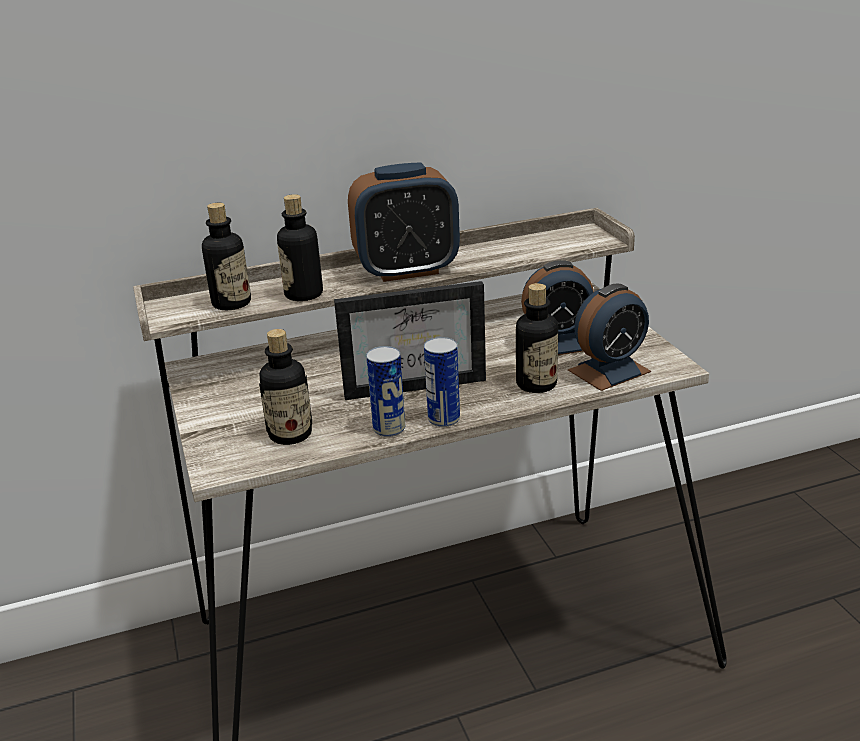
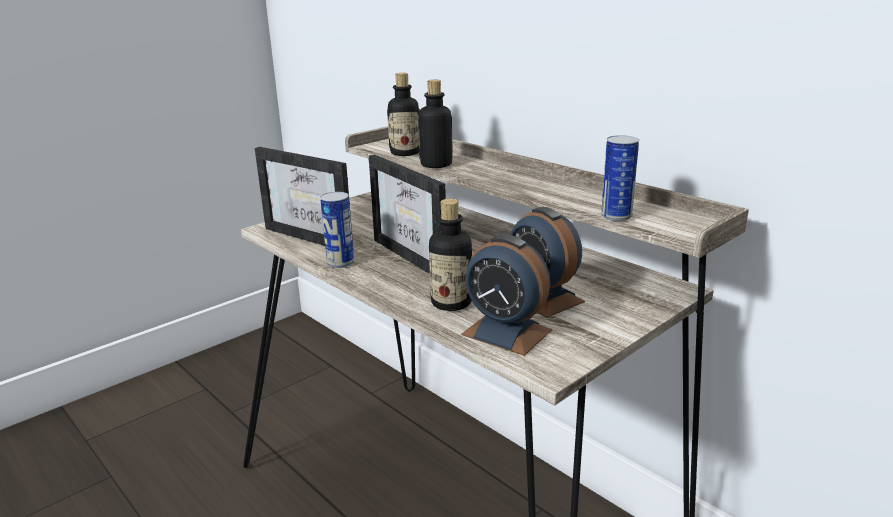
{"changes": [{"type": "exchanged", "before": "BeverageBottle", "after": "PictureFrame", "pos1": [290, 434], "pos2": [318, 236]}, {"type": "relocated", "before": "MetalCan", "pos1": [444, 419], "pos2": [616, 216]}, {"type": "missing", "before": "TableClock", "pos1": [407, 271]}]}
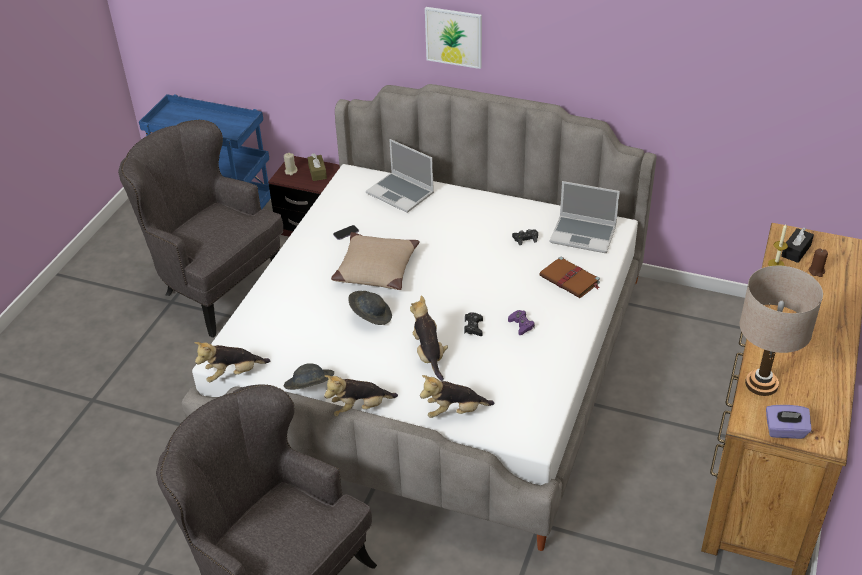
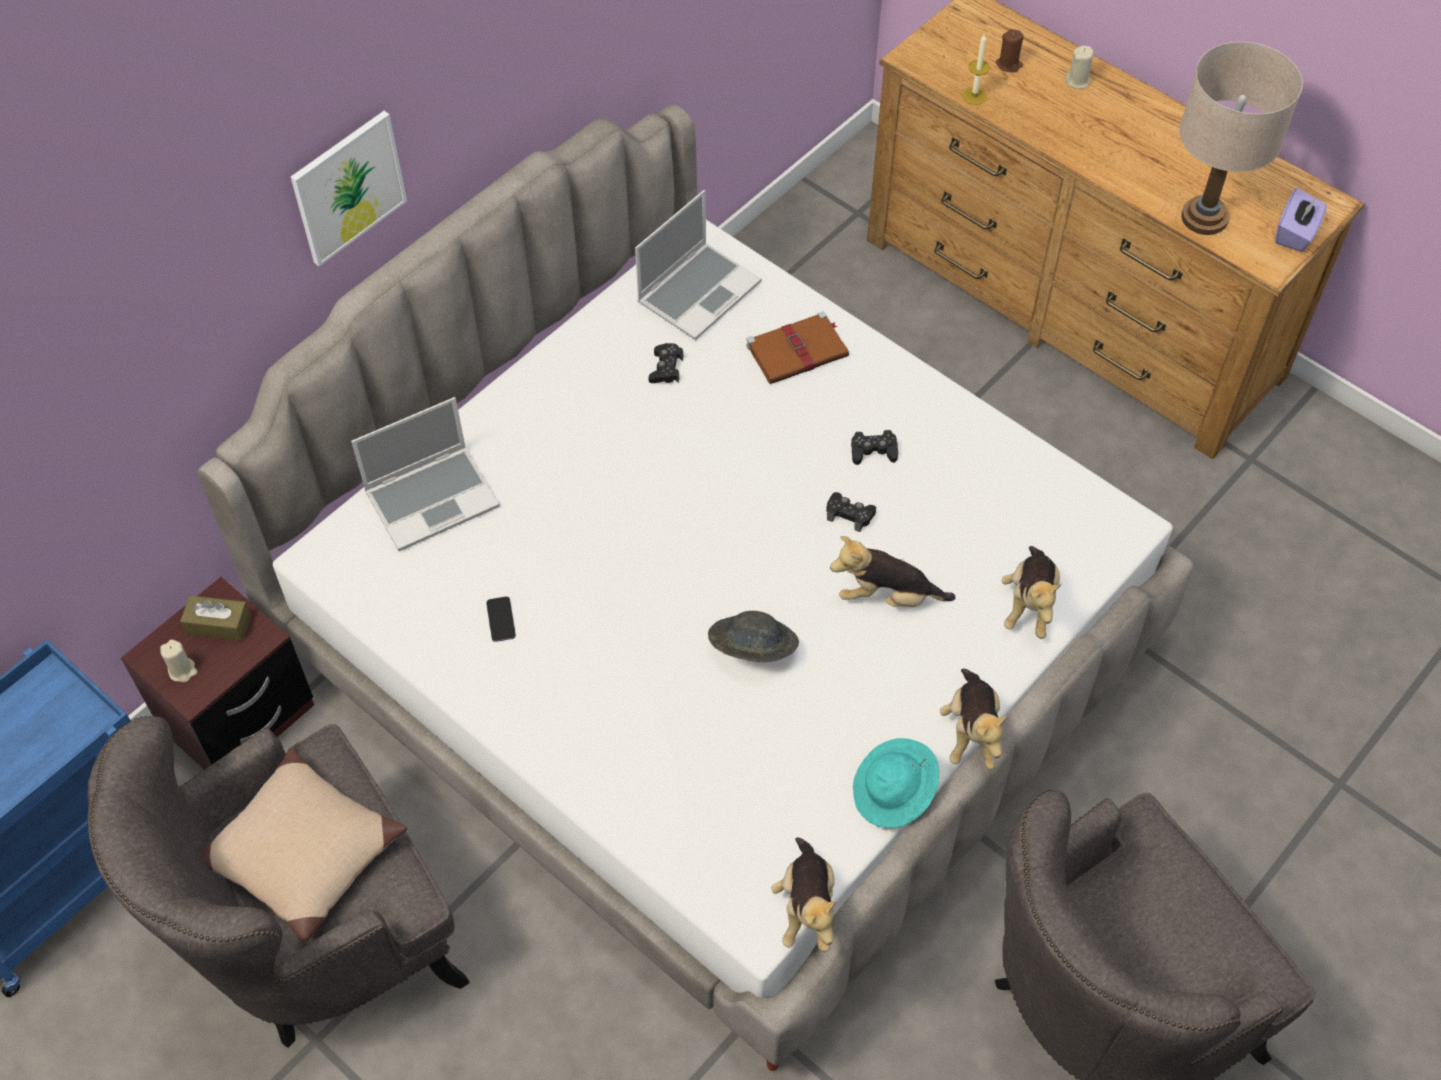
{"changes": [{"type": "relocated", "before": "BeigeColouredThrowPillow", "pos1": [375, 269], "pos2": [302, 853]}, {"type": "colour", "before": "PurpleJoypad", "after": "BlackJoypad", "pos1": [521, 325], "pos2": [873, 451]}, {"type": "colour", "before": "GreyClothingHat", "after": "BlueGreenClothingHat", "pos1": [309, 388], "pos2": [893, 793]}, {"type": "appeared", "after": "BeigeColouredWaxLight", "pos2": [1078, 81]}, {"type": "missing", "before": "BlackBoxOfTissues", "pos1": [796, 251]}]}
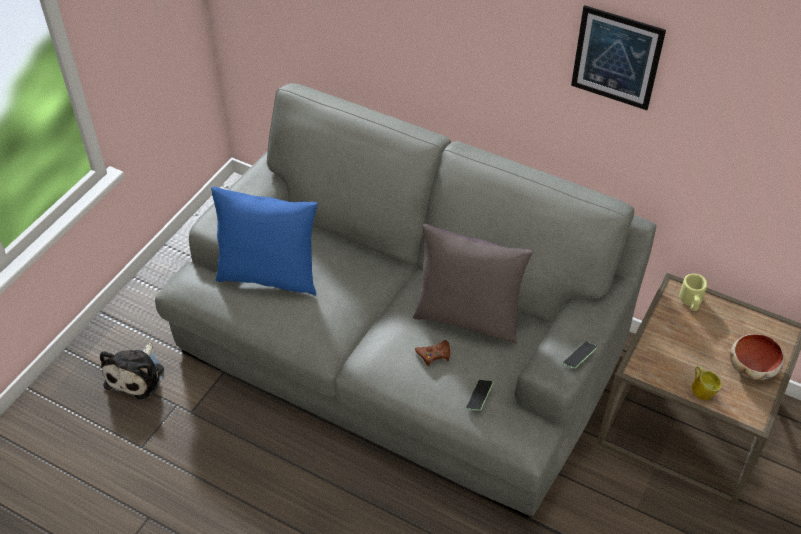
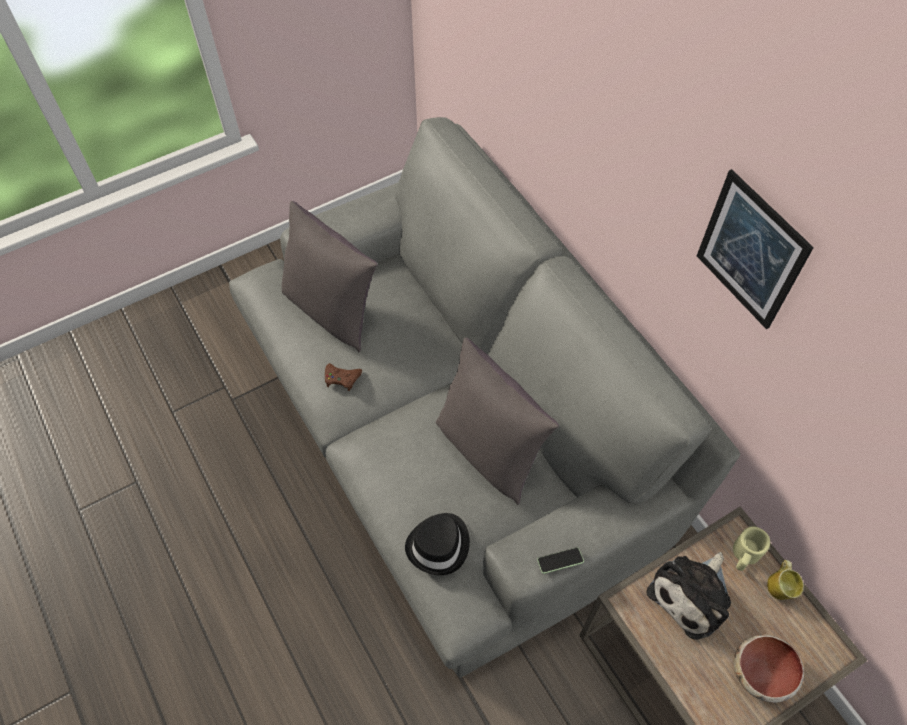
{"changes": [{"type": "colour", "before": "BlueThrowPillow", "after": "GreyThrowPillow", "pos1": [269, 276], "pos2": [332, 310]}, {"type": "relocated", "before": "BrownColouredJoypad", "pos1": [434, 354], "pos2": [342, 378]}, {"type": "exchanged", "before": "Handset", "after": "BlackClothingHat", "pos1": [479, 398], "pos2": [439, 545]}, {"type": "relocated", "before": "PlushToy", "pos1": [137, 375], "pos2": [692, 594]}, {"type": "relocated", "before": "CoffeeMug", "pos1": [702, 390], "pos2": [780, 586]}]}
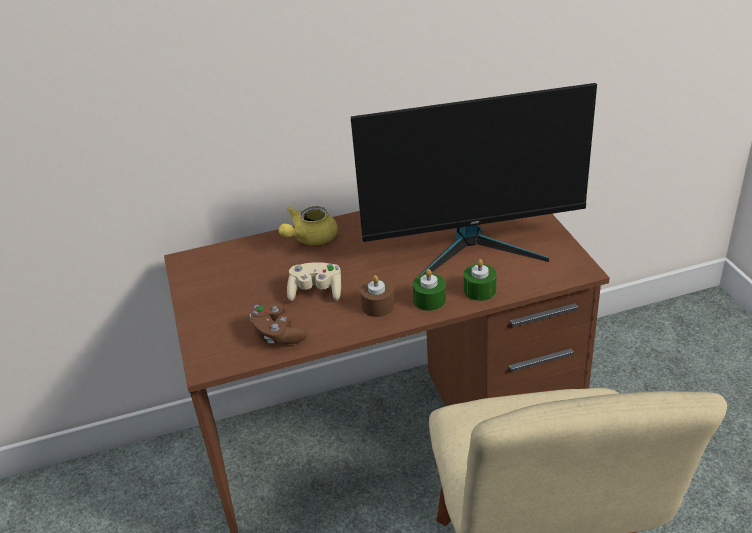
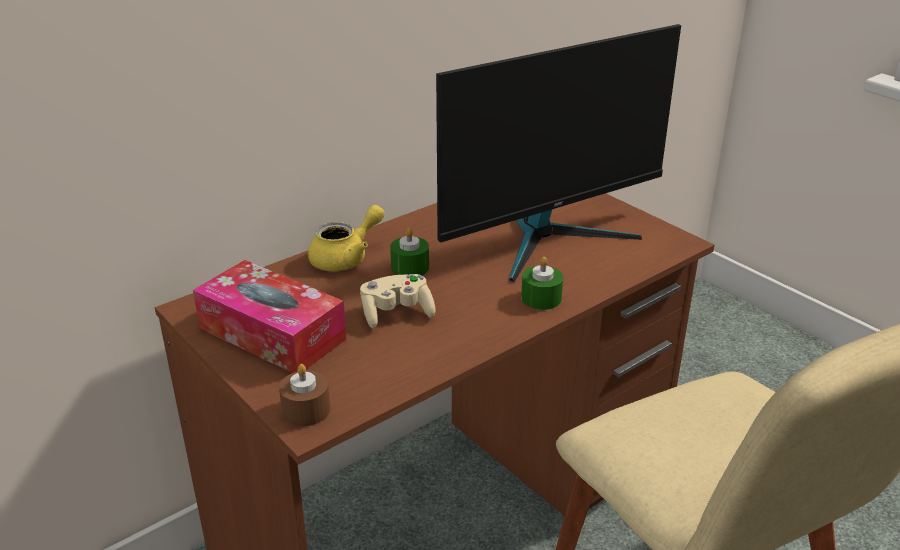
{"changes": [{"type": "appeared", "after": "BoxOfTissues", "pos2": [272, 333]}, {"type": "relocated", "before": "BrownColouredWaxLight", "pos1": [378, 306], "pos2": [306, 410]}, {"type": "spun", "before": "YellowColouredTeapot", "pos1": [310, 238], "pos2": [346, 258], "turn": -150}, {"type": "relocated", "before": "GreenishWaxLight", "pos1": [479, 290], "pos2": [410, 267]}, {"type": "missing", "before": "BrownColouredJoypad", "pos1": [277, 334]}]}
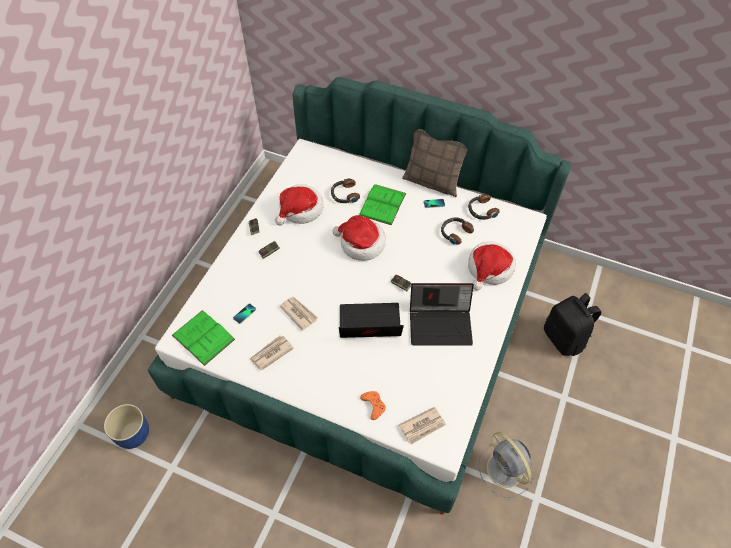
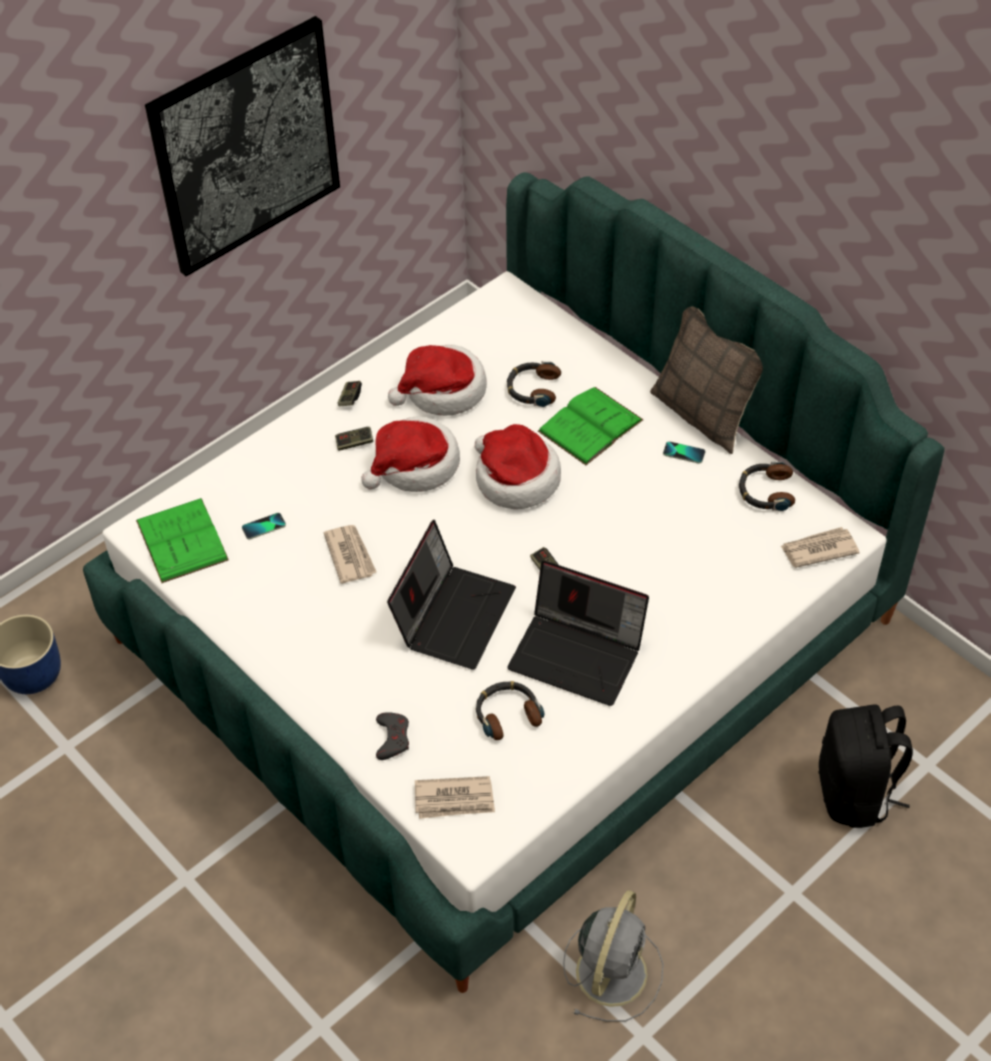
{"changes": [{"type": "appeared", "after": "WallArt", "pos2": [246, 146]}, {"type": "relocated", "before": "ClothingHat", "pos1": [489, 269], "pos2": [415, 466]}, {"type": "colour", "before": "OrangeyJoypad", "after": "GreyJoypad", "pos1": [373, 405], "pos2": [392, 738]}, {"type": "spun", "before": "PortableComputer", "pos1": [369, 326], "pos2": [454, 614], "turn": 90}, {"type": "relocated", "before": "PairOfHeadphones", "pos1": [455, 232], "pos2": [507, 713]}, {"type": "spun", "before": "GreyElectricFan", "pos1": [506, 470], "pos2": [612, 970], "turn": -150}, {"type": "relocated", "before": "DailyPaper", "pos1": [271, 353], "pos2": [818, 549]}]}
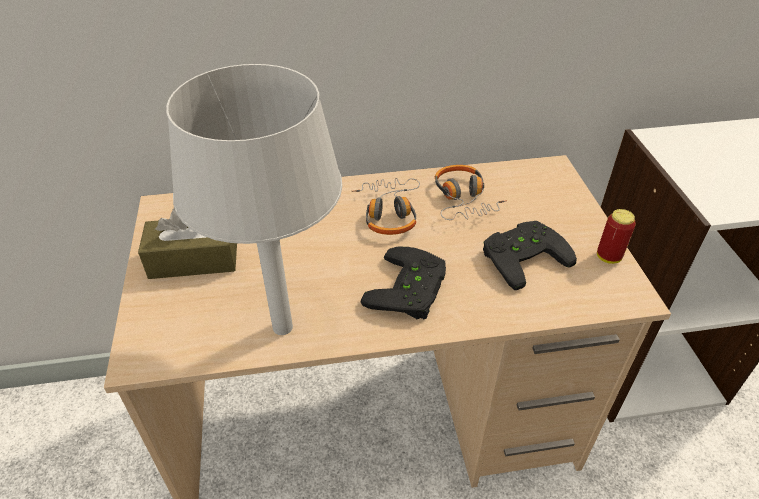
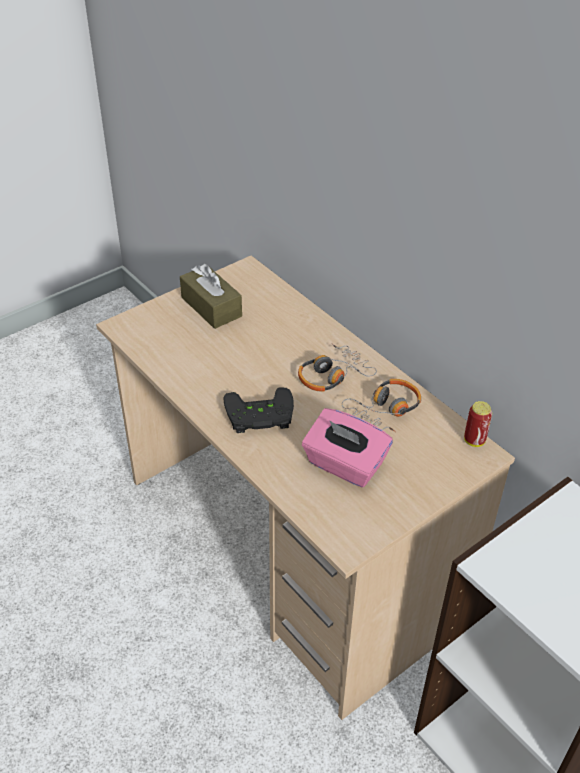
{"changes": [{"type": "exchanged", "before": "BlackJoypad", "after": "PinkBoxOfTissues", "pos1": [522, 255], "pos2": [344, 465]}, {"type": "relocated", "before": "MetalCan", "pos1": [608, 257], "pos2": [474, 441]}, {"type": "missing", "before": "GreyTableLamp", "pos1": [282, 328]}]}
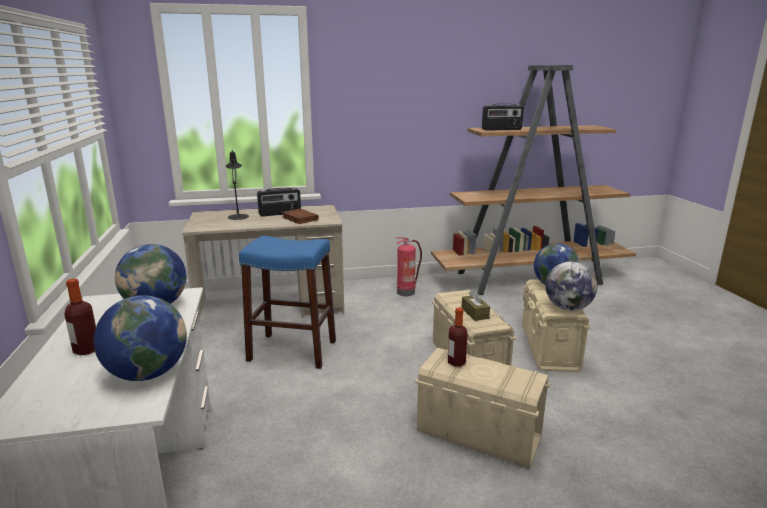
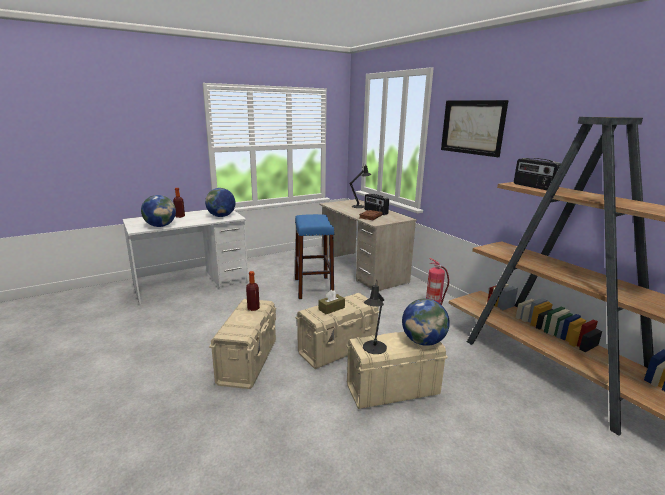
{"changes": [{"type": "exchanged", "before": "WorldGlobe", "after": "BlackTableLamp", "pos1": [568, 308], "pos2": [373, 349]}, {"type": "appeared", "after": "WallArt", "pos2": [472, 127]}]}
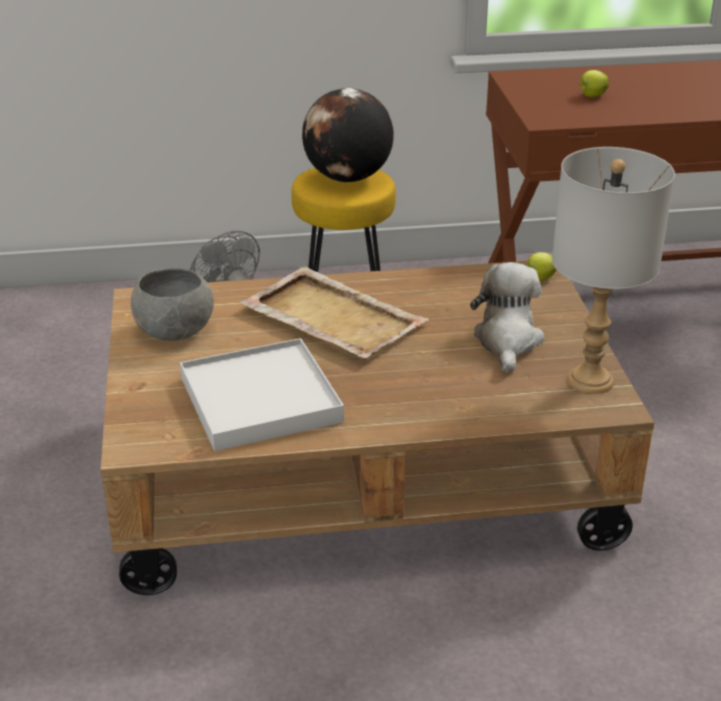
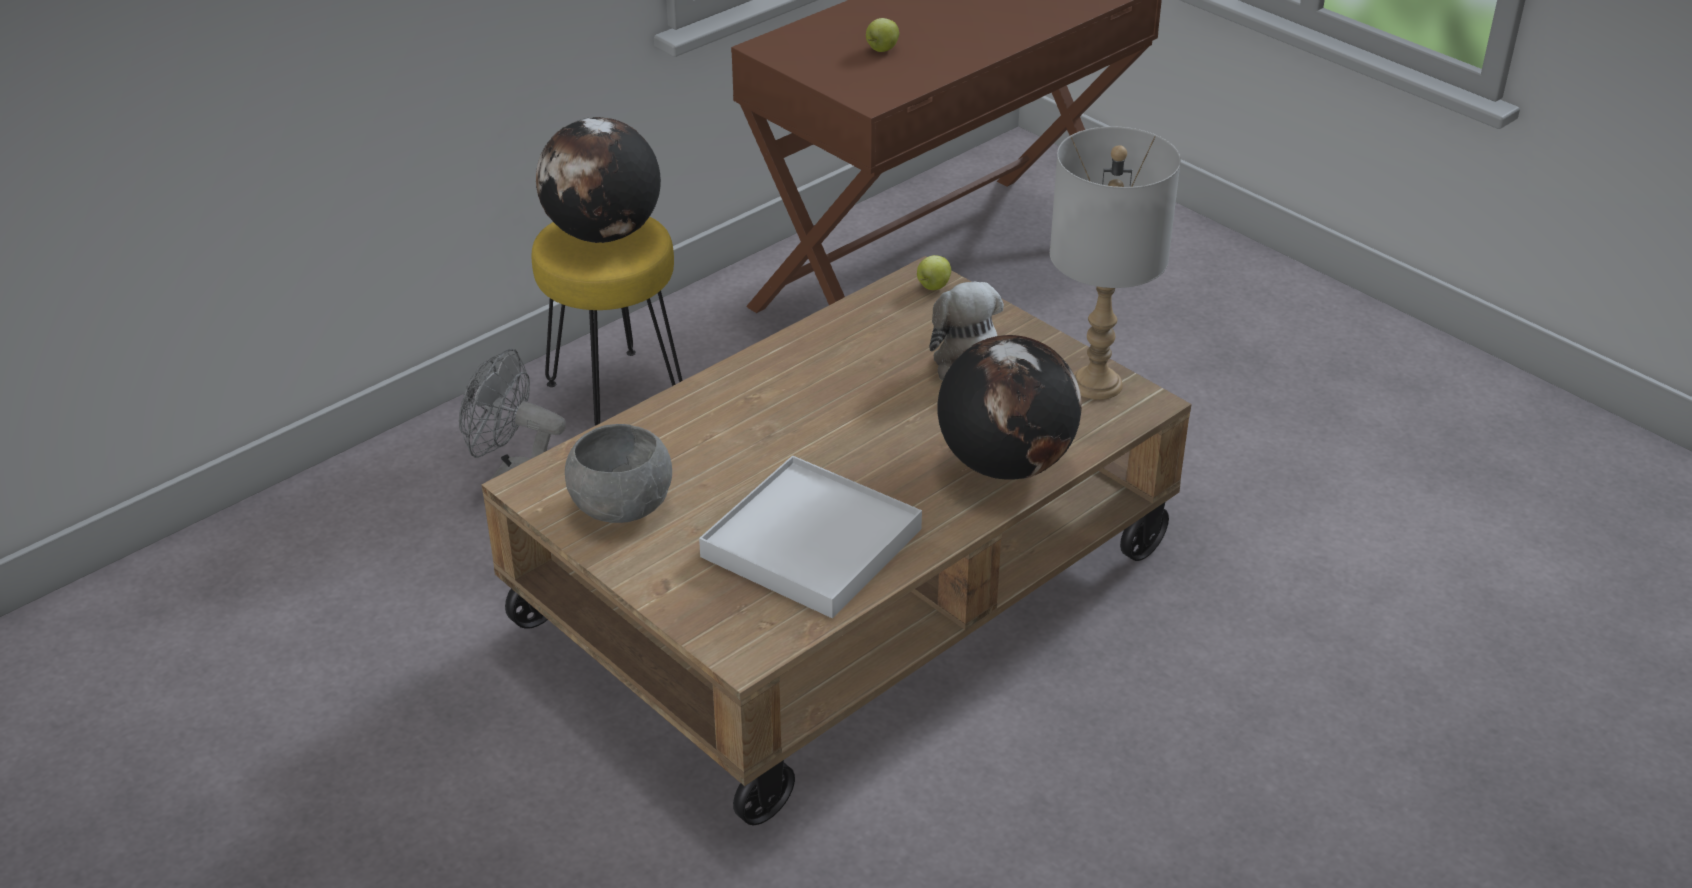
{"changes": [{"type": "appeared", "after": "WorldGlobe", "pos2": [1005, 464]}, {"type": "missing", "before": "BeigeColouredCarryingTray", "pos1": [331, 317]}]}
